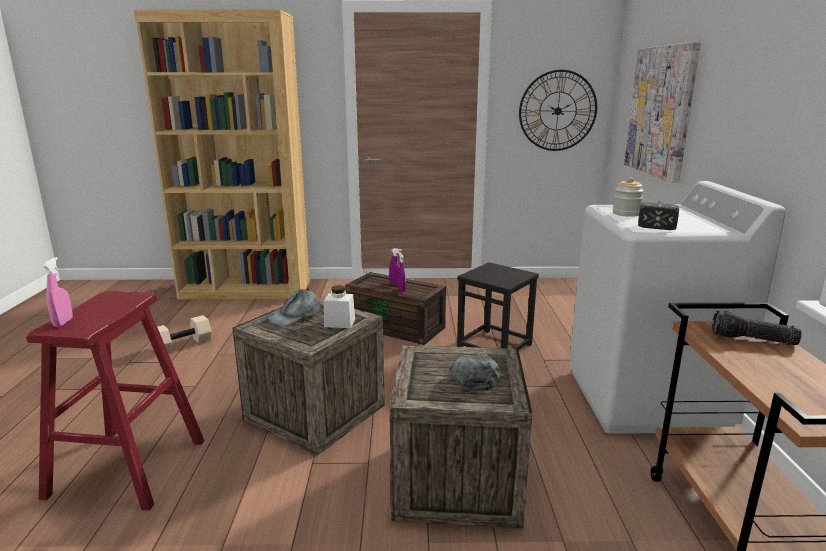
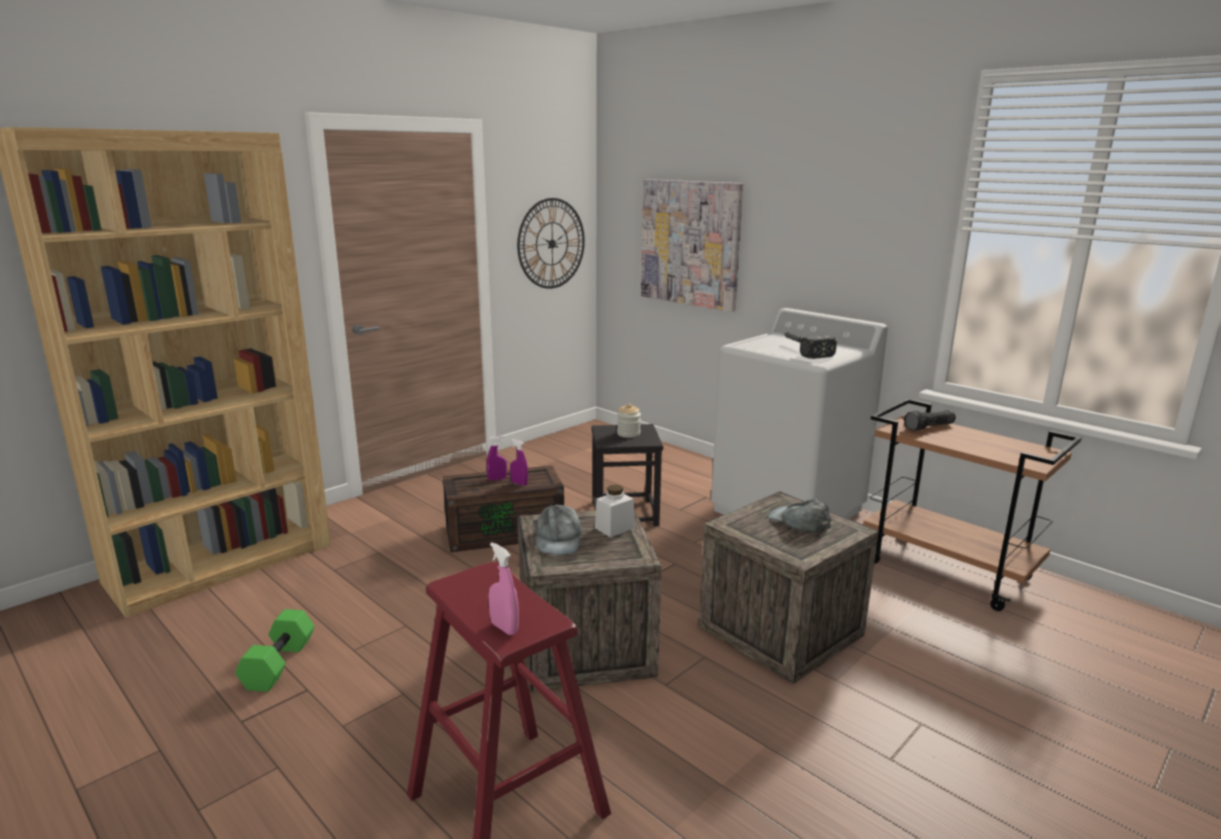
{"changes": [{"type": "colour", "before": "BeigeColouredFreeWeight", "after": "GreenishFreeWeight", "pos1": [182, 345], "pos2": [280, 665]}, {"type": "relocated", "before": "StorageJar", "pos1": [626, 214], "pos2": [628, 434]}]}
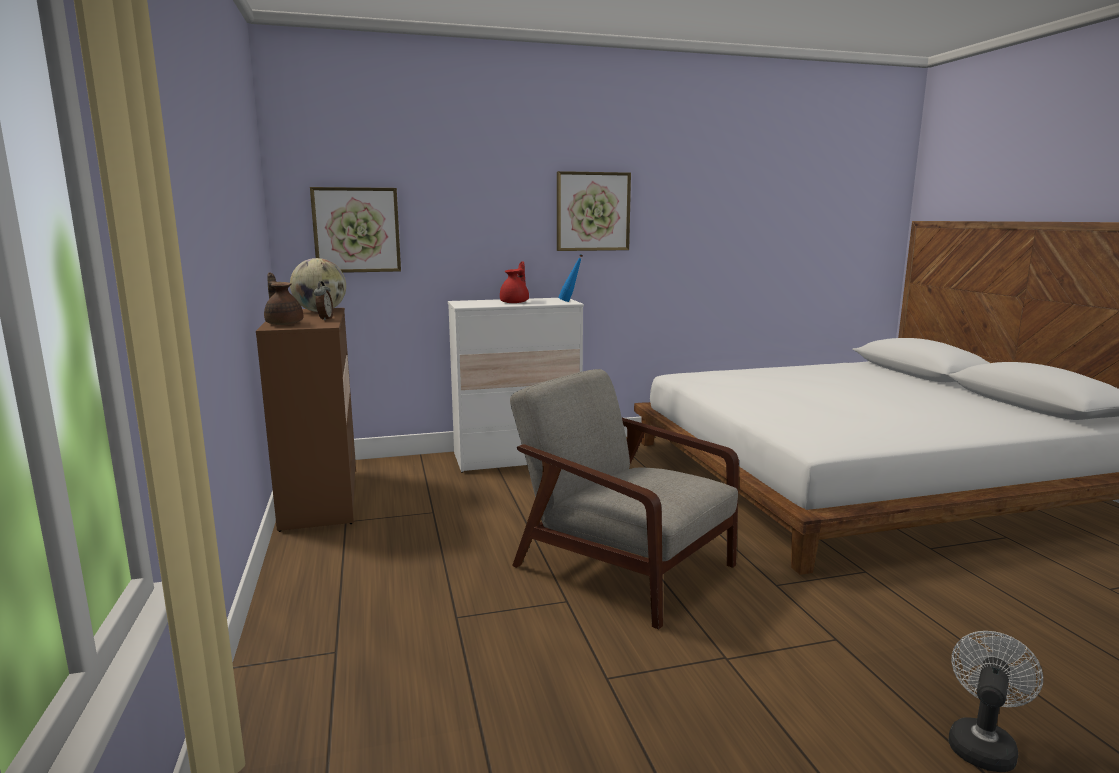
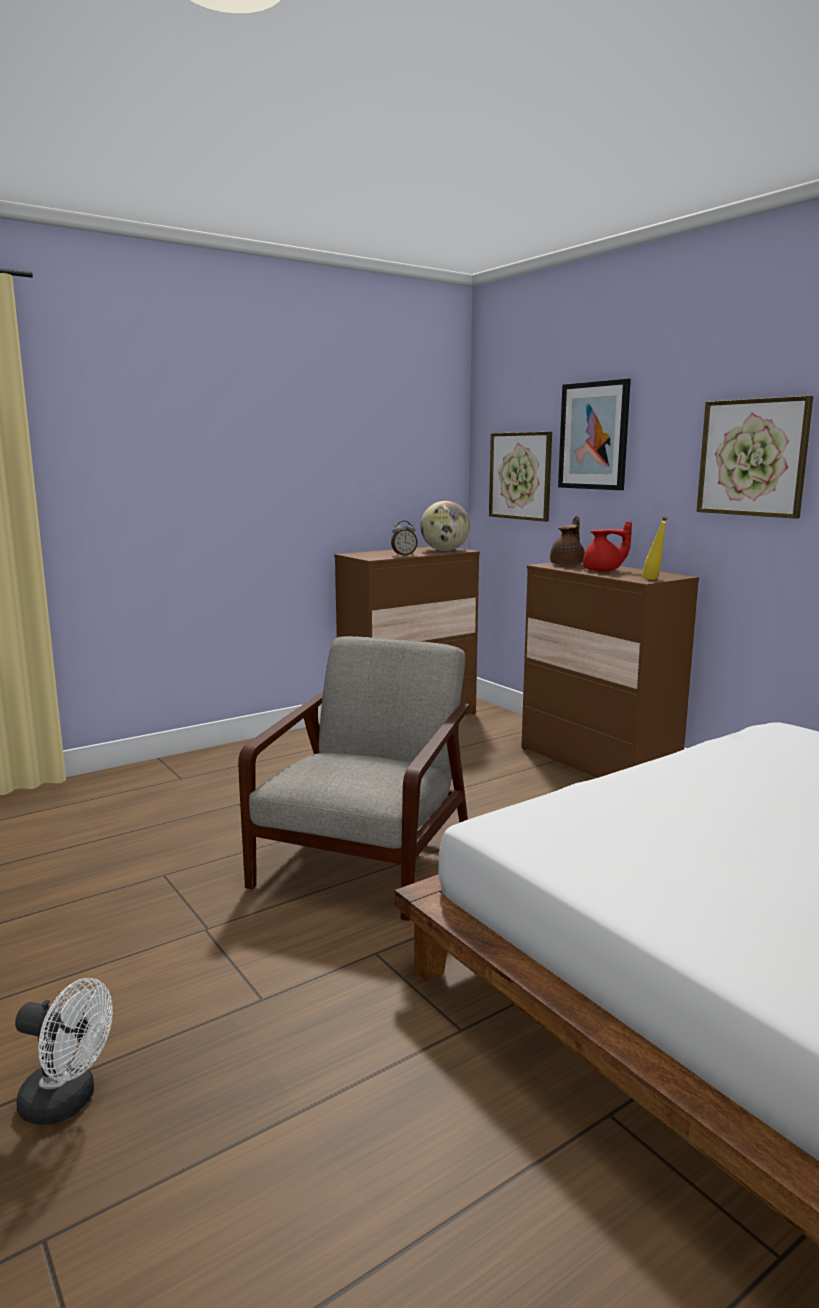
{"changes": [{"type": "colour", "before": "WhitishDresser", "after": "BrownColouredDresser", "pos1": [516, 457], "pos2": [597, 763]}, {"type": "relocated", "before": "BrownColouredTeapot", "pos1": [284, 323], "pos2": [568, 564]}, {"type": "appeared", "after": "WallArt", "pos2": [594, 436]}, {"type": "colour", "before": "BlueBeverageBottle", "after": "YellowColouredBeverageBottle", "pos1": [570, 301], "pos2": [653, 580]}]}
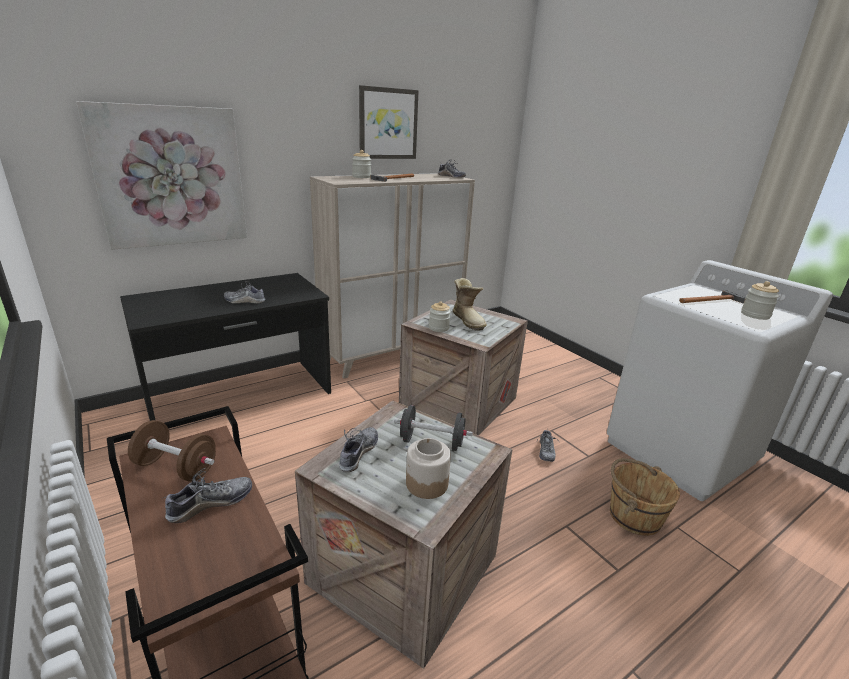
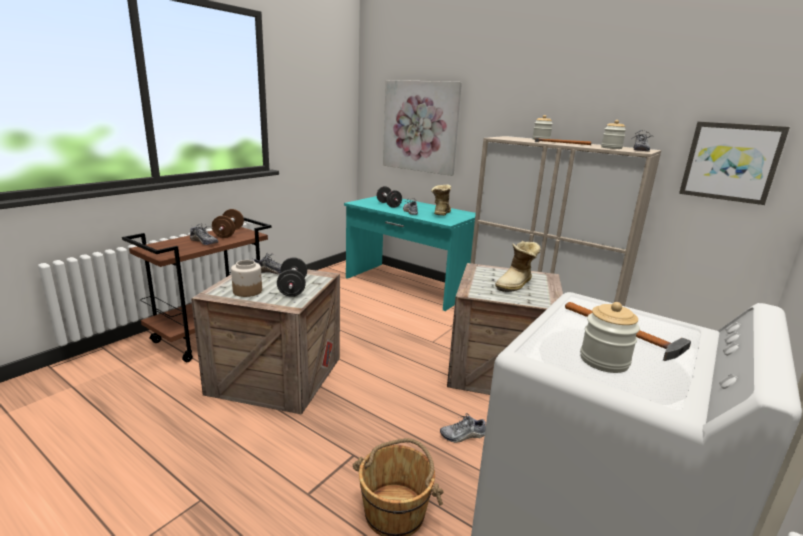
{"changes": [{"type": "colour", "before": "BlackDeskTable", "after": "BlueGreenDeskTable", "pos1": [241, 397], "pos2": [408, 285]}, {"type": "appeared", "after": "BlackFreeWeight", "pos2": [388, 205]}, {"type": "appeared", "after": "HighTopBoot", "pos2": [440, 214]}, {"type": "relocated", "before": "StorageJar", "pos1": [439, 328], "pos2": [611, 148]}, {"type": "relocated", "before": "WallArt", "pos1": [388, 124], "pos2": [730, 162]}]}
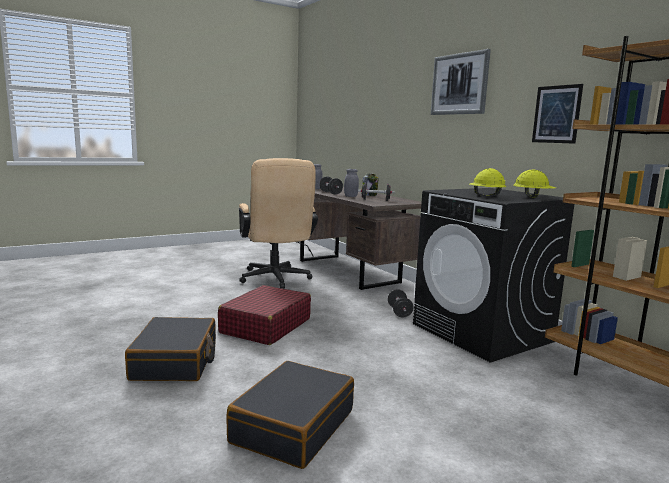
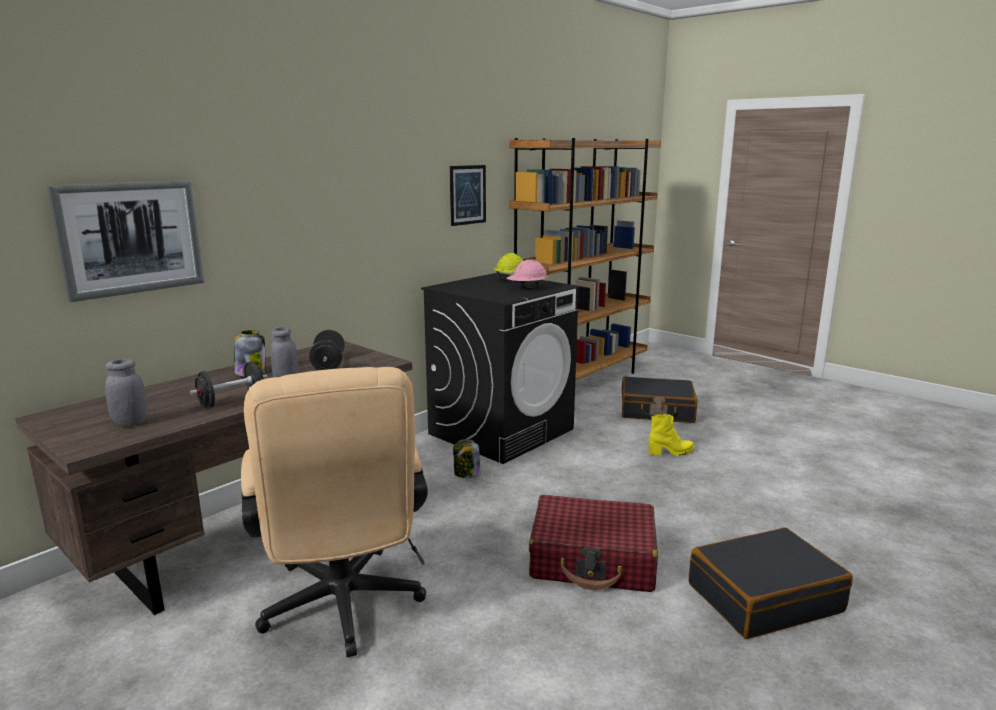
{"changes": [{"type": "relocated", "before": "WallArt", "pos1": [459, 84], "pos2": [131, 238]}, {"type": "spun", "before": "BeigeColouredComputerChair", "pos1": [276, 280], "pos2": [343, 610], "turn": 105}, {"type": "exchanged", "before": "BlackFreeWeight", "after": "StorageJar", "pos1": [399, 312], "pos2": [466, 474]}, {"type": "colour", "before": "YellowColouredSafetyHelmet", "after": "PinkSafetyHelmet", "pos1": [486, 196], "pos2": [527, 288]}, {"type": "relocated", "before": "BlackPieceOfLuggage", "pos1": [292, 426], "pos2": [656, 411]}, {"type": "appeared", "after": "YellowColouredHighTopBoot", "pos2": [671, 452]}]}
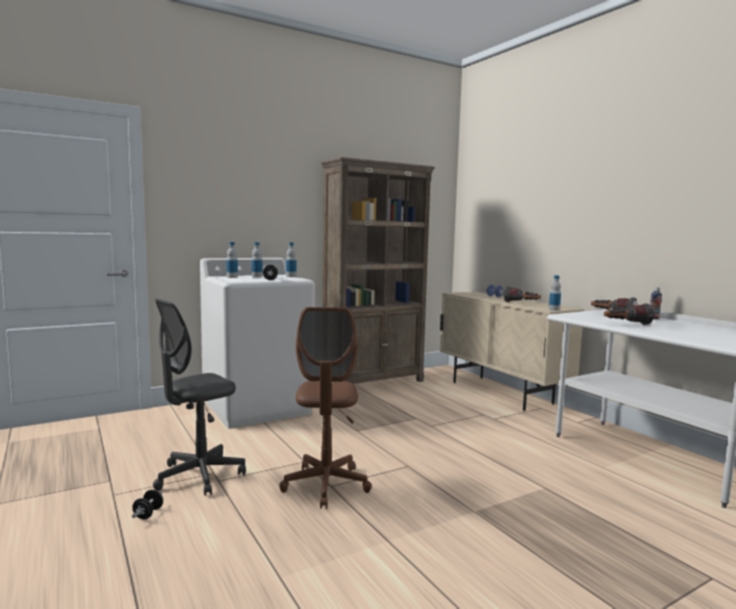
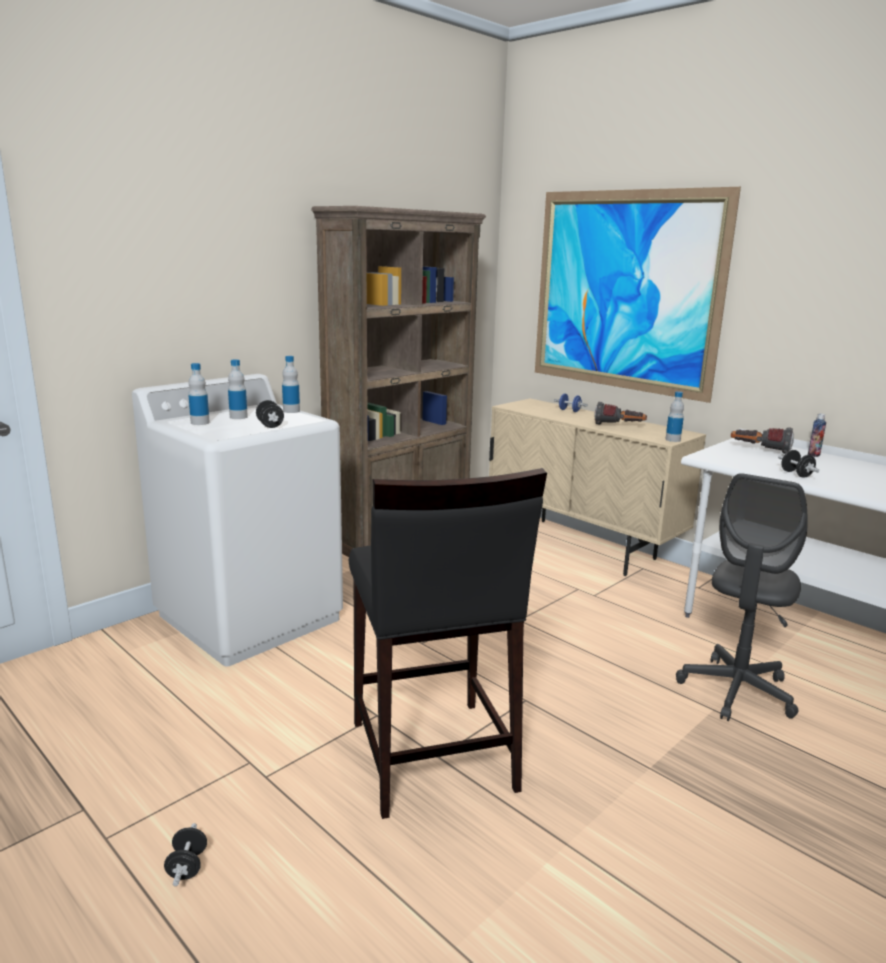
{"changes": [{"type": "exchanged", "before": "BrownColouredComputerChair", "after": "BlackStoolSeat", "pos1": [326, 485], "pos2": [431, 757]}, {"type": "appeared", "after": "WallArt", "pos2": [624, 291]}, {"type": "relocated", "before": "GreyComputerChair", "pos1": [199, 476], "pos2": [736, 691]}, {"type": "exchanged", "before": "HandTorch", "after": "BlackFreeWeight", "pos1": [626, 324], "pos2": [796, 474]}]}
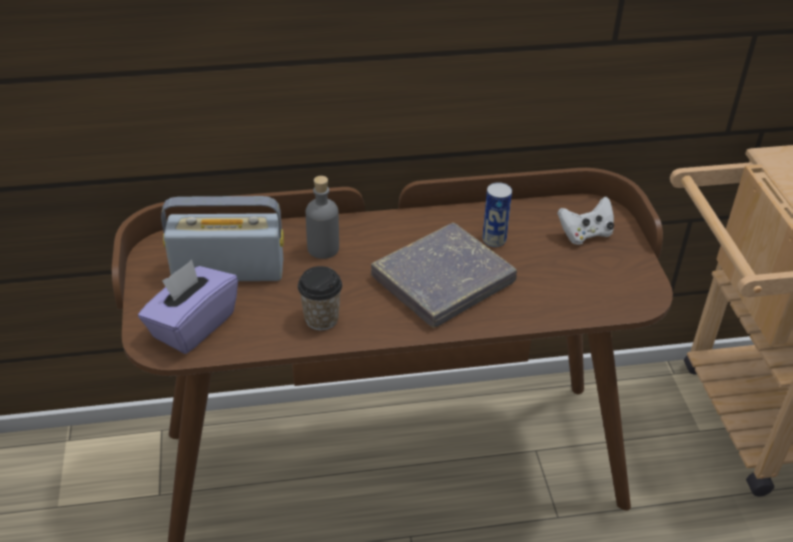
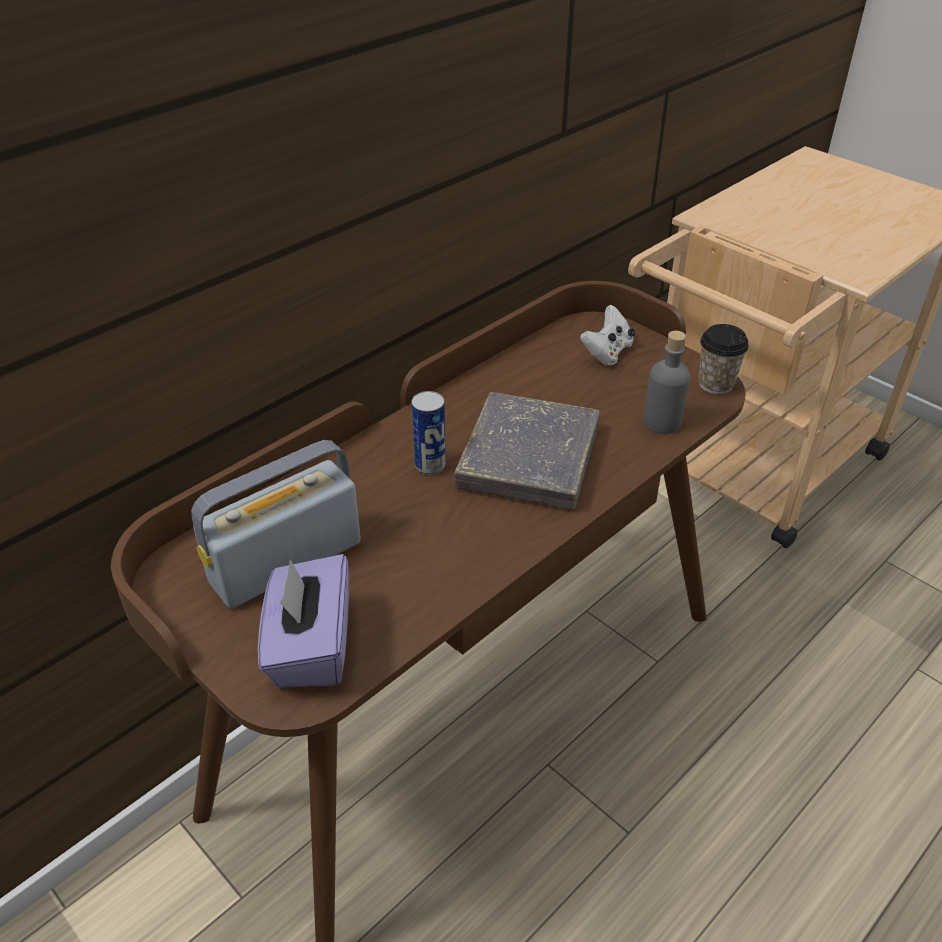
{"changes": [{"type": "relocated", "before": "MetalCan", "pos1": [494, 240], "pos2": [430, 465]}, {"type": "relocated", "before": "GreyBeverageBottle", "pos1": [323, 248], "pos2": [662, 422]}, {"type": "relocated", "before": "DrinkingCup", "pos1": [321, 319], "pos2": [715, 384]}]}
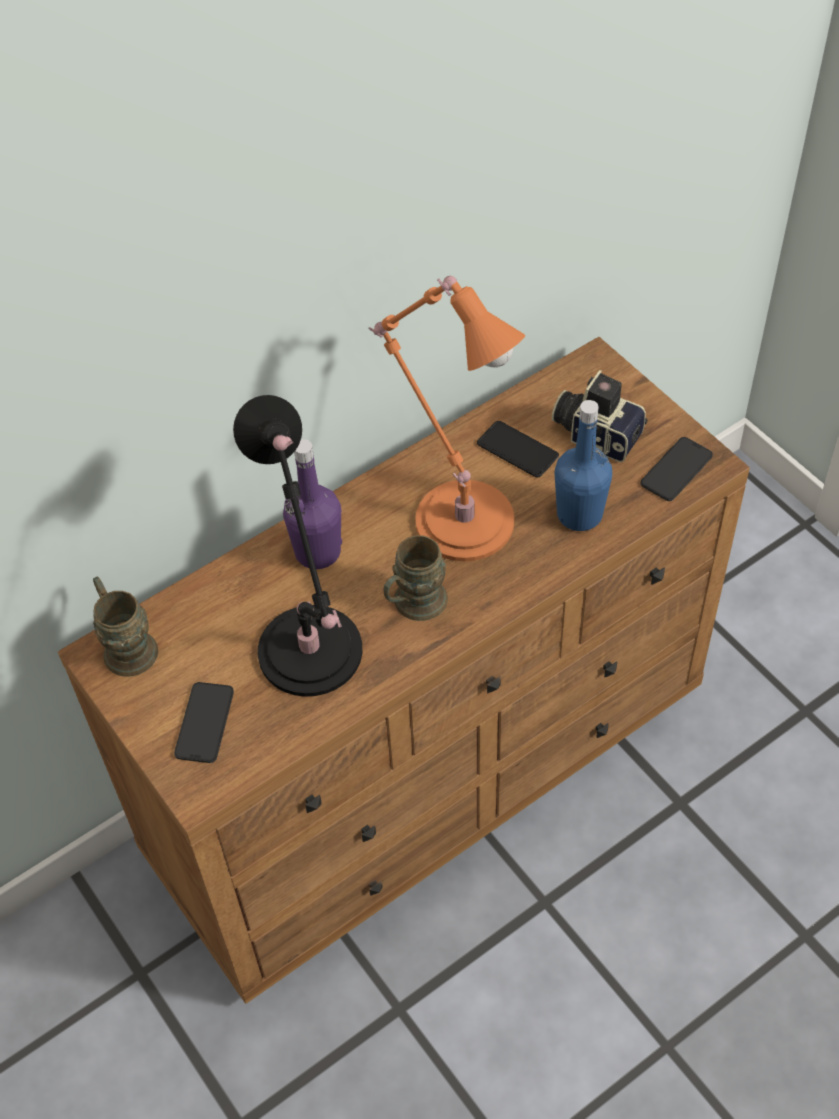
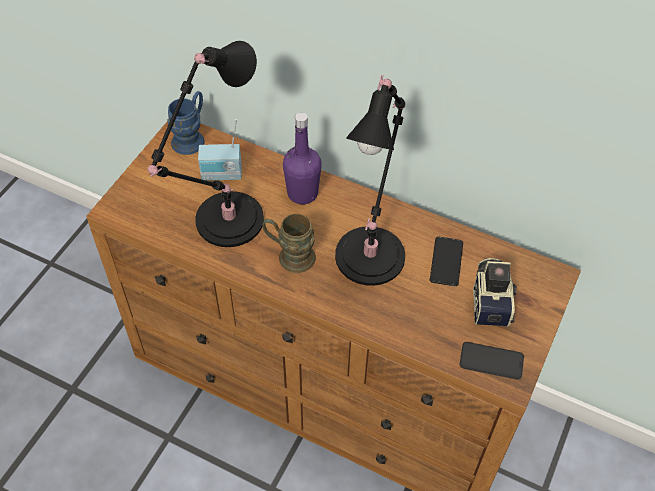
{"changes": [{"type": "colour", "before": "BrownColouredCoffeeMug", "after": "BlueCoffeeMug", "pos1": [125, 645], "pos2": [191, 138]}, {"type": "appeared", "after": "Radio", "pos2": [222, 175]}, {"type": "colour", "before": "OrangeyTableLamp", "after": "BlackTableLamp", "pos1": [458, 516], "pos2": [372, 251]}, {"type": "missing", "before": "Handset", "pos1": [204, 723]}, {"type": "missing", "before": "BlueBeverageBottle", "pos1": [579, 514]}]}
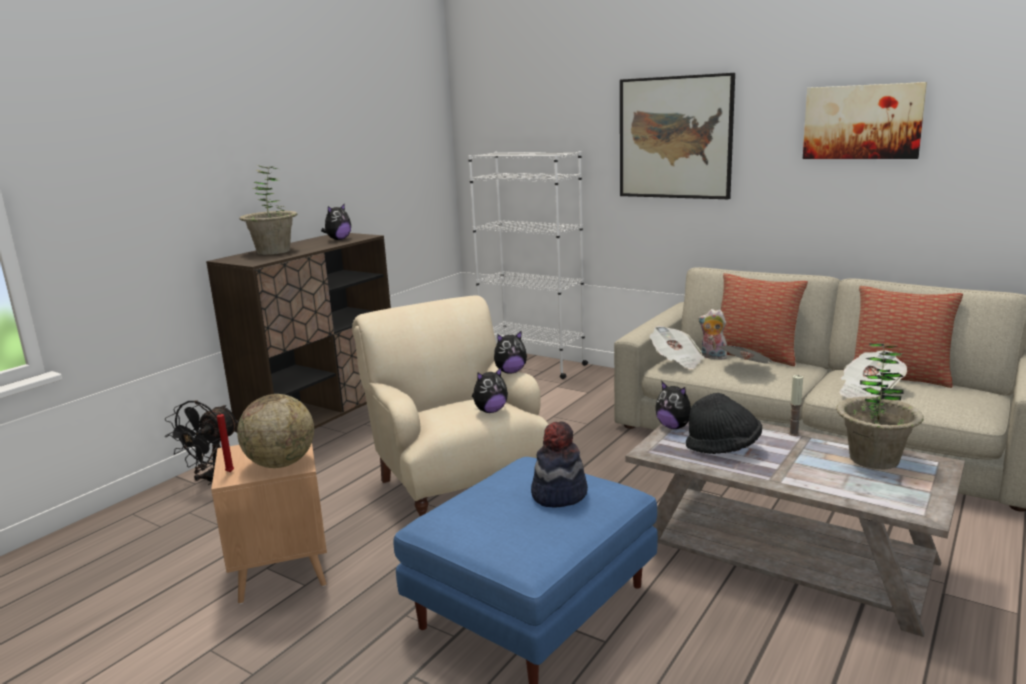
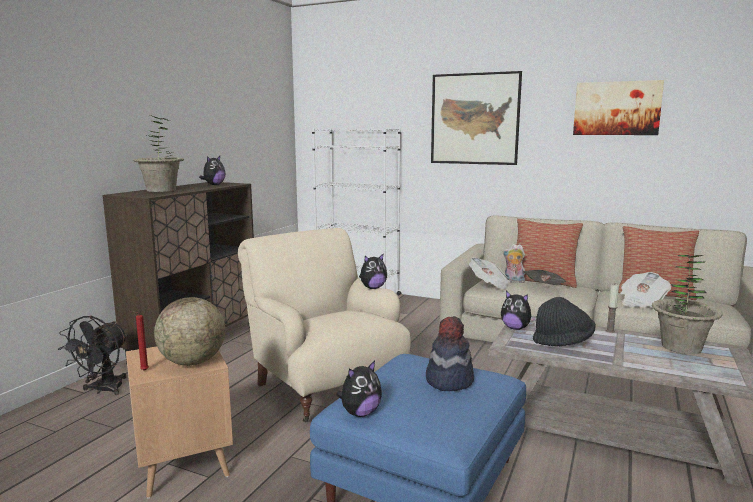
{"changes": [{"type": "relocated", "before": "PlushToy", "pos1": [490, 411], "pos2": [360, 413]}]}
